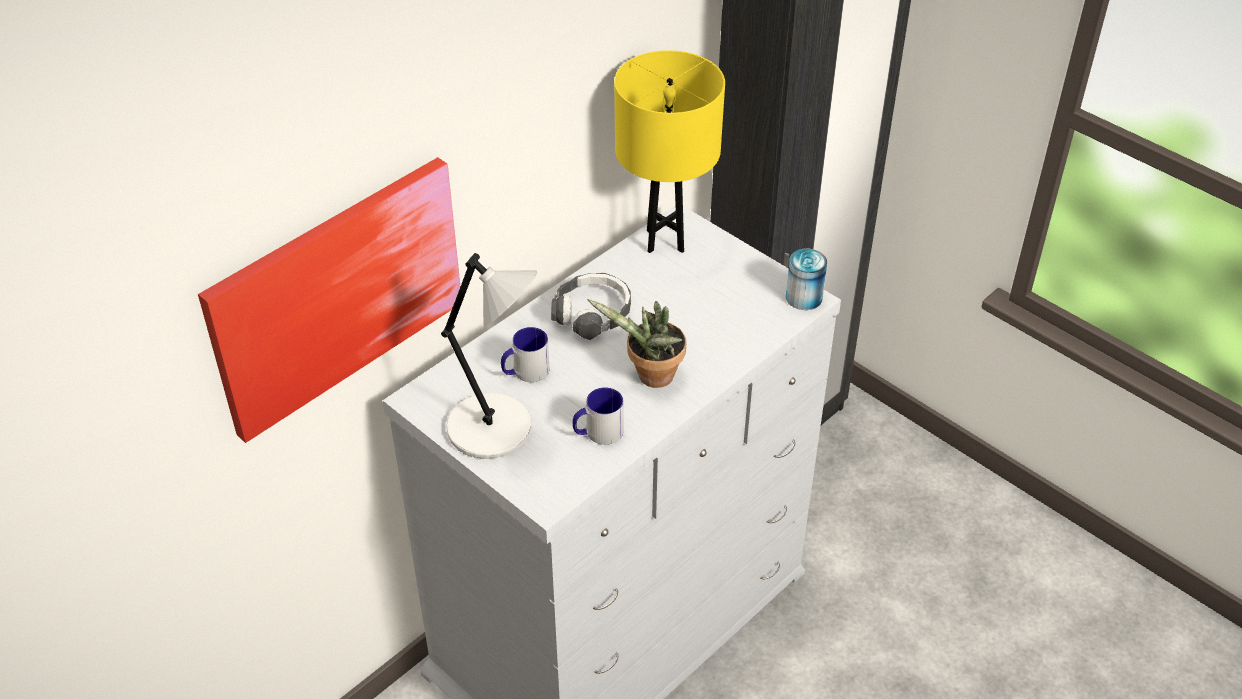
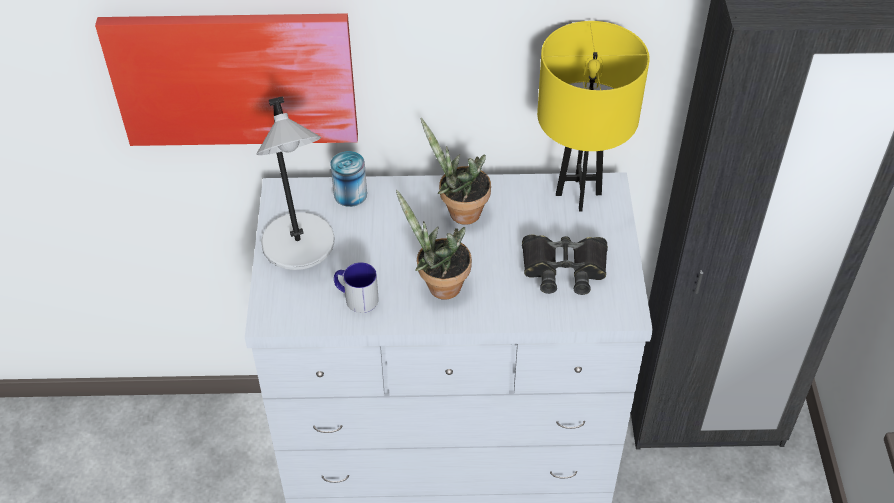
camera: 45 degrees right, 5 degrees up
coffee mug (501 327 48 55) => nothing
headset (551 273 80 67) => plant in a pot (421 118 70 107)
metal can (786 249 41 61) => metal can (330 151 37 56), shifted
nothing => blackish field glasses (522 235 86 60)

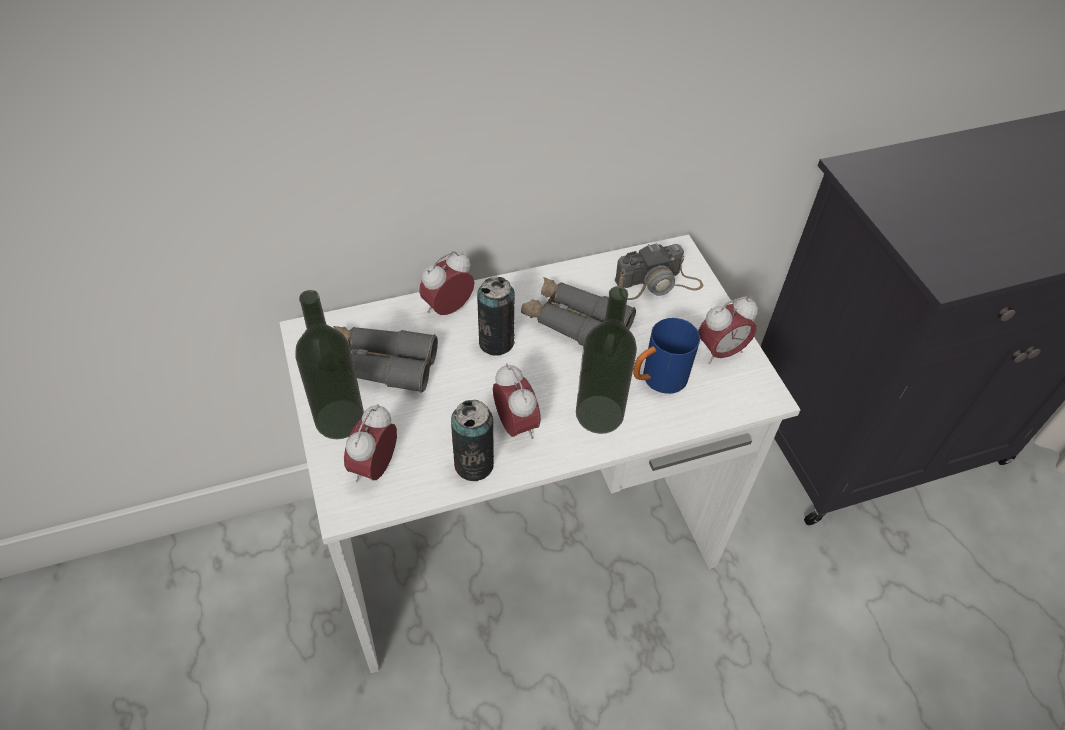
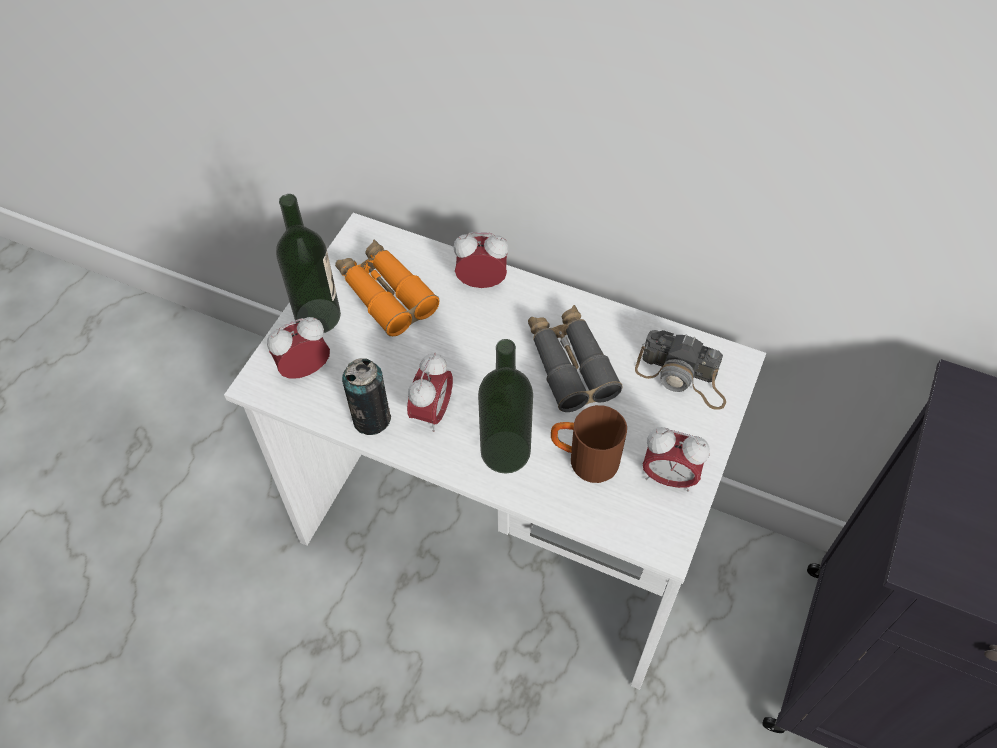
camera: 45 degrees right, 5 degrees up
grey field glasses (333 326 105 67) => orange field glasses (335 240 104 96)
metal can (477 276 38 80) => nothing
bluish coffee mug (633 318 67 76) => brownish coffee mug (551 405 76 78)

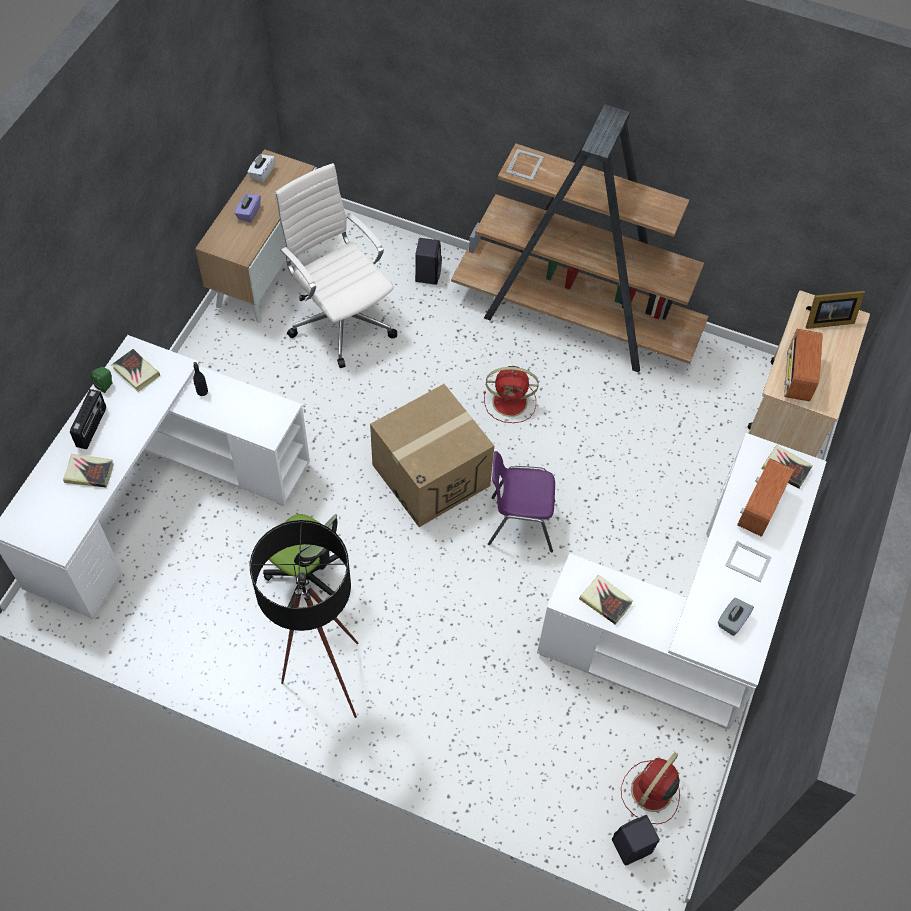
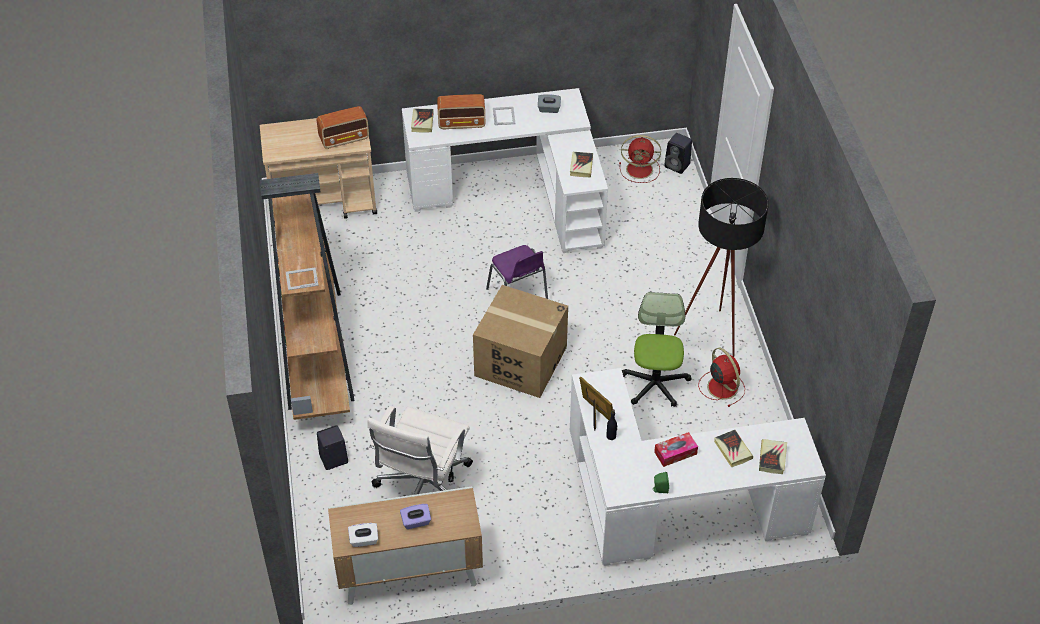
camera: 120 degrees left, 10 degrees down
radio set (70 389 36 60) => nothing
bound book (111 349 49 43) => bound book (759 439 28 35), shifted
red-coloured fan (484 366 55 57) => red-coloured fan (698 348 47 59), shifted
photo frame (806 291 59 38) => photo frame (579 377 34 54), shifted
nothing => tissue holder (654 432 44 35)

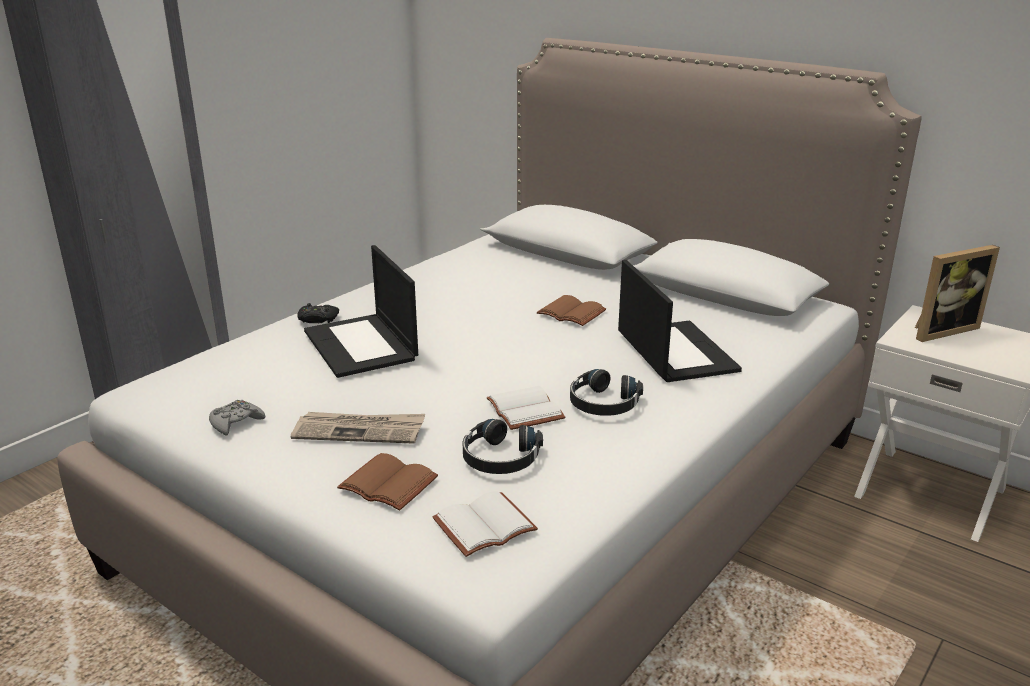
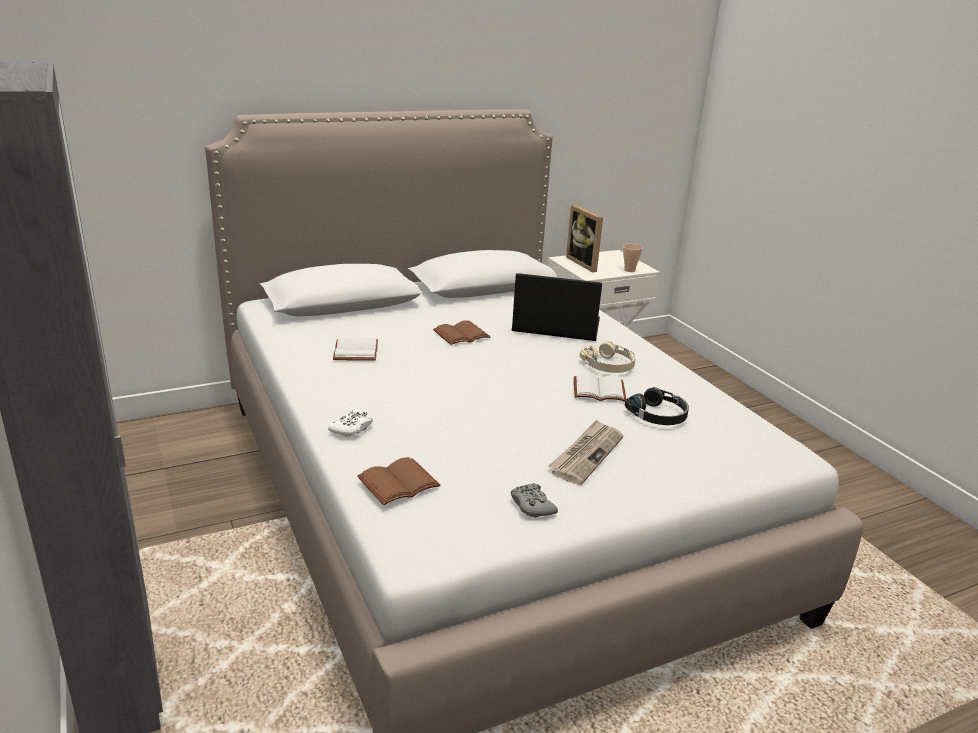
camera: 65 degrees left, 0 degrees up
blackish joypad (297 303 42 20) => white joypad (328 410 45 27)
laptop (304 245 114 133) => nothing
brownish bound book (337 453 101 58) => brownish bound book (358 457 82 48), shifted
white bound book (433 491 105 66) => white bound book (333 338 45 23), shifted
blackish headset (570 369 73 47) => beige-coloured headset (580 342 56 31)
photo frame (915 245 85 97) => photo frame (566 205 37 67), 150 degrees clockwise
nothing => cup (623 244 20 28)

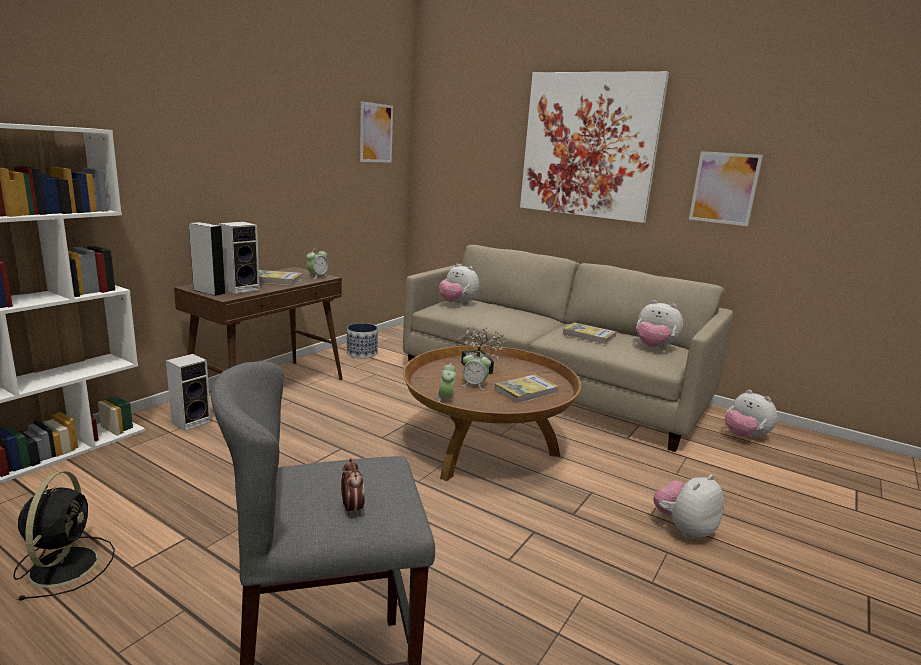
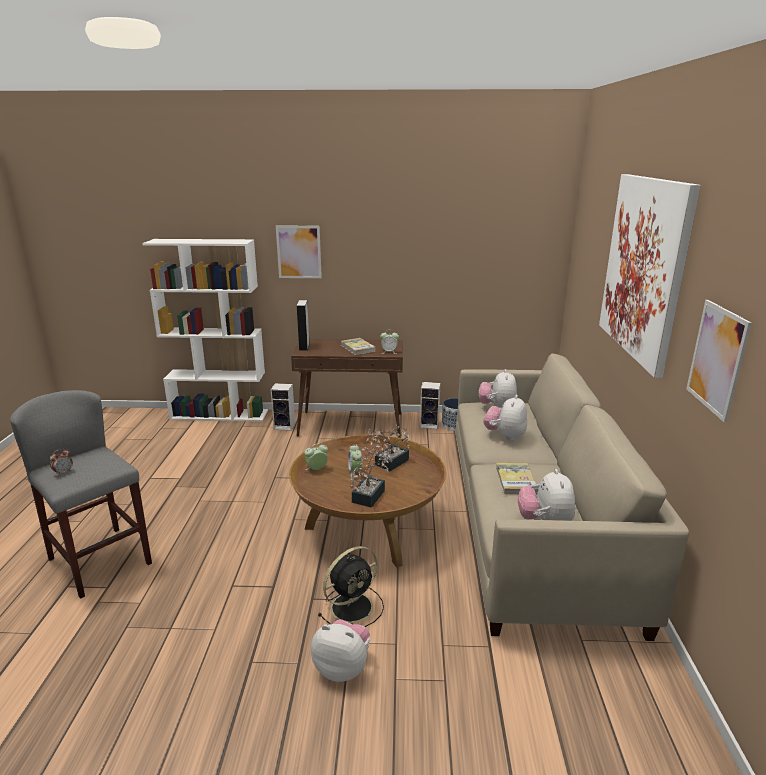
camera: 60 degrees right, 5 degrees up
blackish fan (13 471 102 130) => blackish fan (318 546 66 81), shifted
audio speaker (218 222 42 72) => audio speaker (420 382 20 47), shifted
picture (360 101 33 62) => picture (276 226 46 52), shifted
bound book (495 374 64 30) => plant in a pot (350 445 42 63)
soft toy (725 390 52 49) => soft toy (483 395 44 46), shifted

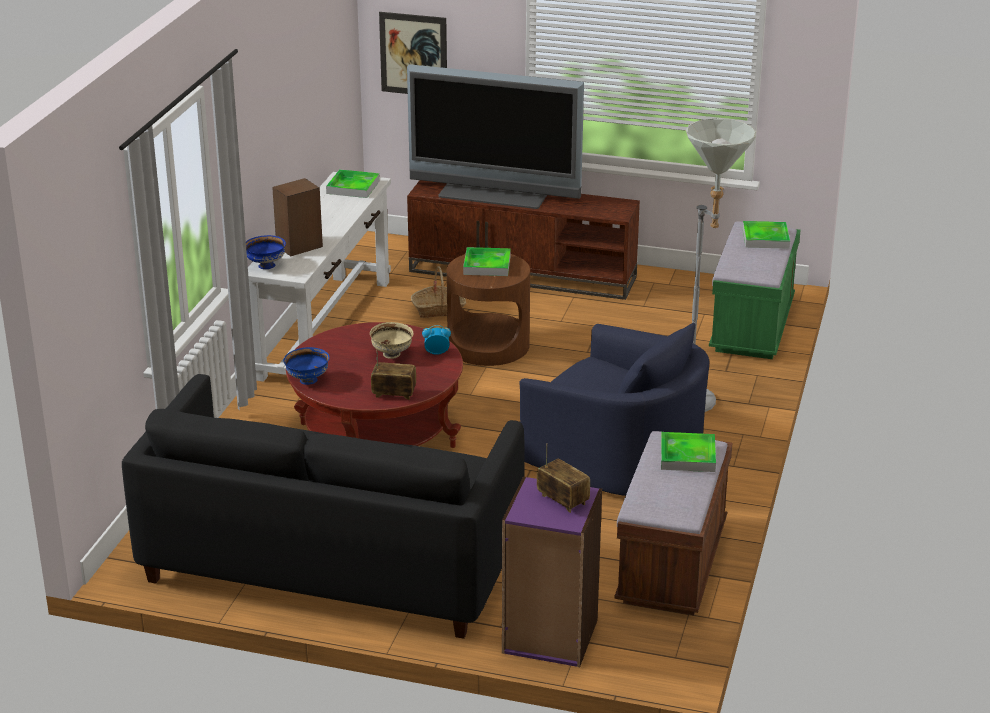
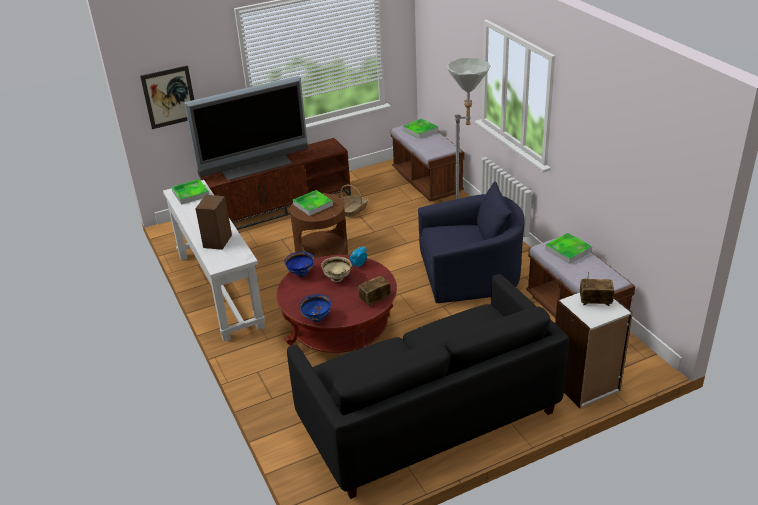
camera: 40 degrees left, 5 degrees up
bluish serving bowl (246 235 40 34) => bluish serving bowl (284 252 30 25), shifted
storage basket (411 266 55 52) => storage basket (341 185 28 33), shifted
purple-coloured shelving unit (502 476 100 191) => white shelving unit (555 293 78 115)
green indoor bench (709 222 92 137) => brownish indoor bench (391 124 73 78)

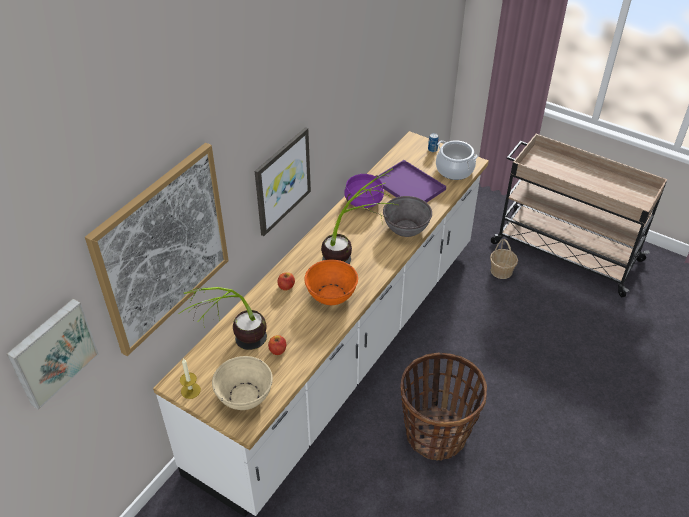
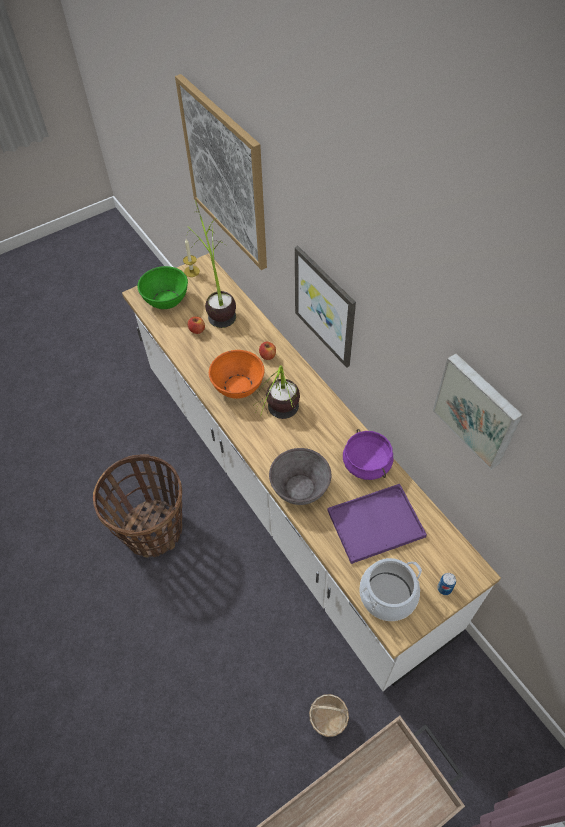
camera: 115 degrees right, 10 degrees up
picture (7 298 92 112) => picture (433 353 90 117), shifted
beige-coloured serving bowl (212 356 61 54) => green serving bowl (137 266 51 43)

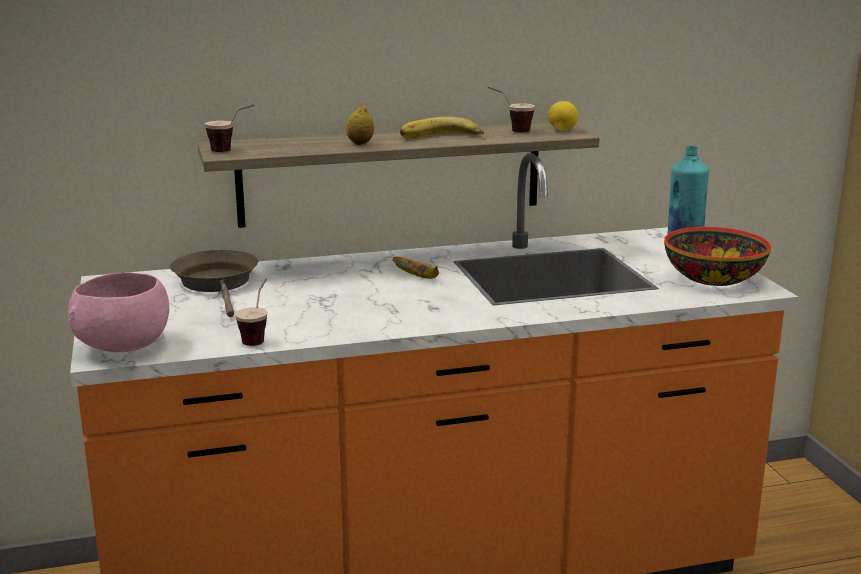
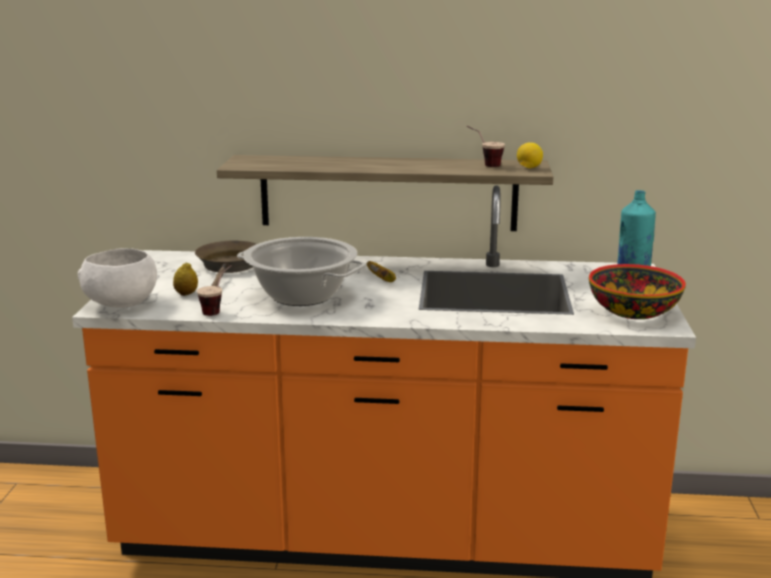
camera: 20 degrees right, 0 degrees up
pink serving bowl (68 272 101 80) => white serving bowl (77 248 80 60)
cup (205 104 50 48) => nothing
citrus fruit (346 105 28 40) => citrus fruit (173 262 25 34), shifted
banana fruit (400 117 84 22) => nothing
nothing => saucepot (237 237 129 69)

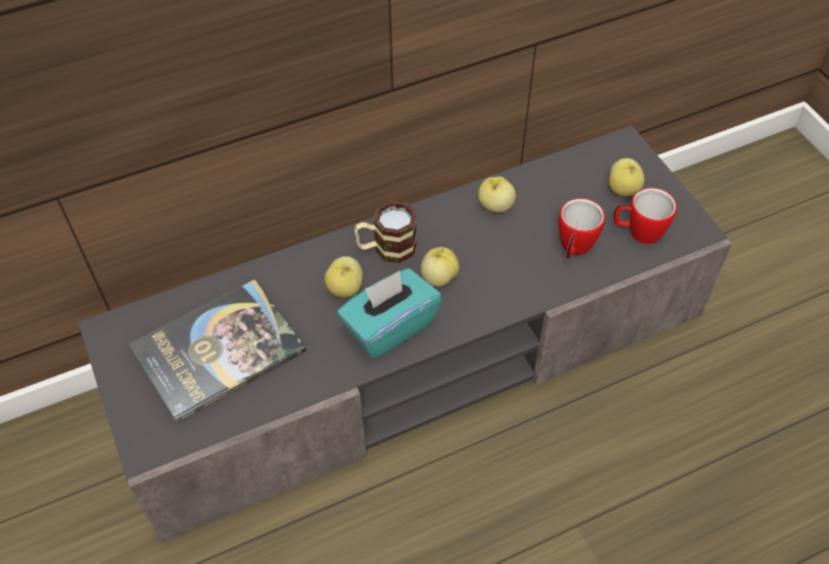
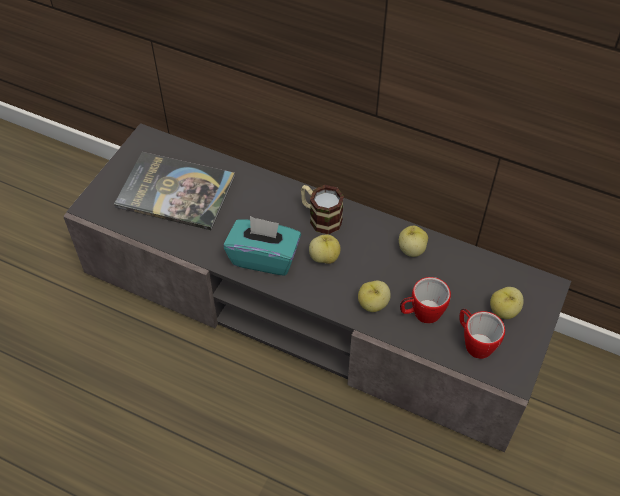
camera: 50 degrees right, 0 degrees up
apple fruit (325 256 38 41) => apple fruit (358 281 33 31), shifted

